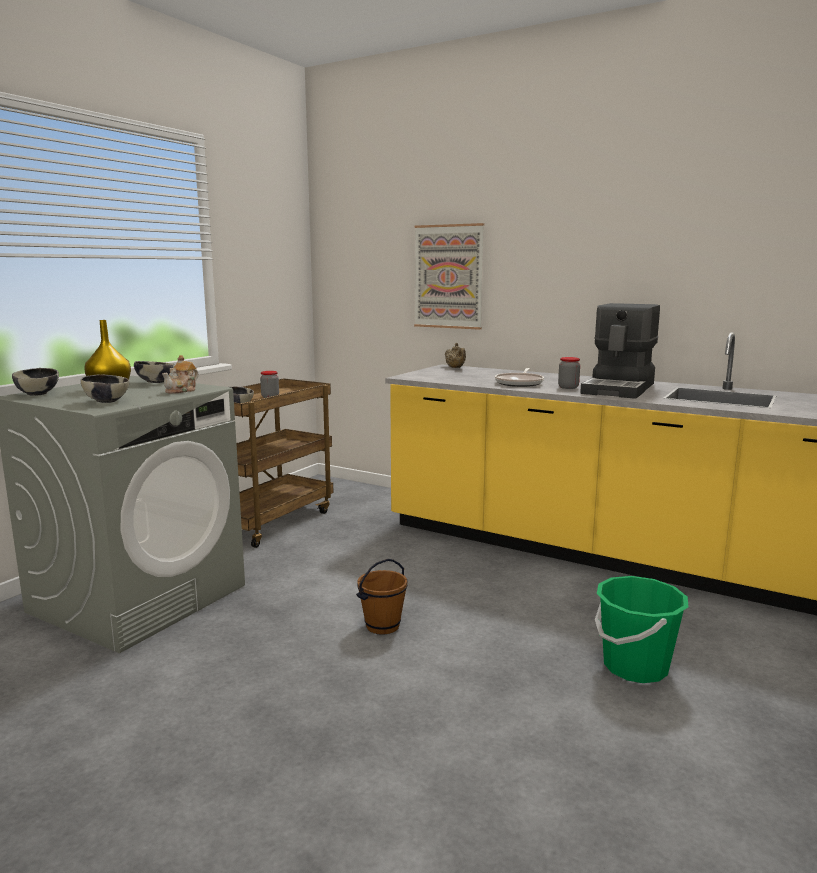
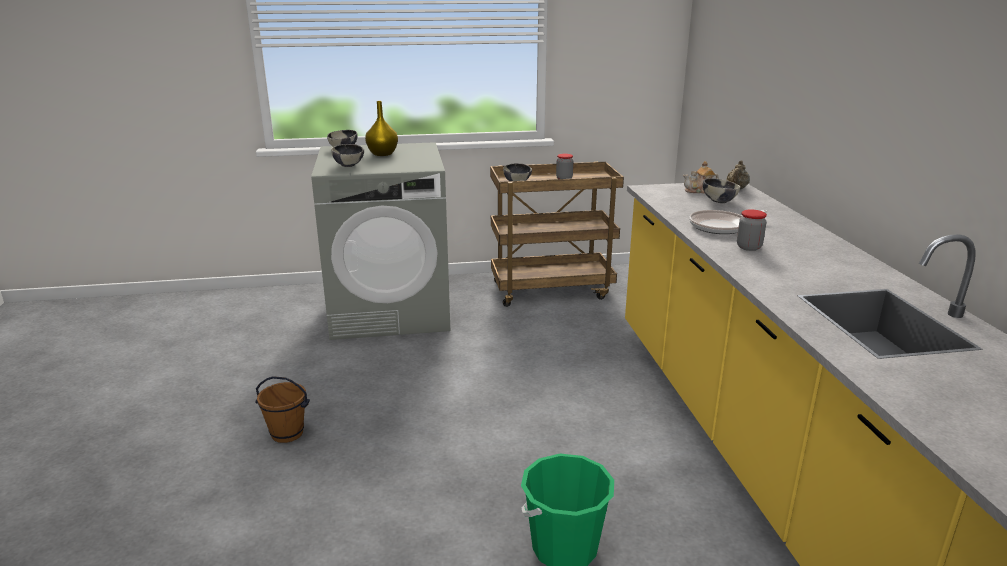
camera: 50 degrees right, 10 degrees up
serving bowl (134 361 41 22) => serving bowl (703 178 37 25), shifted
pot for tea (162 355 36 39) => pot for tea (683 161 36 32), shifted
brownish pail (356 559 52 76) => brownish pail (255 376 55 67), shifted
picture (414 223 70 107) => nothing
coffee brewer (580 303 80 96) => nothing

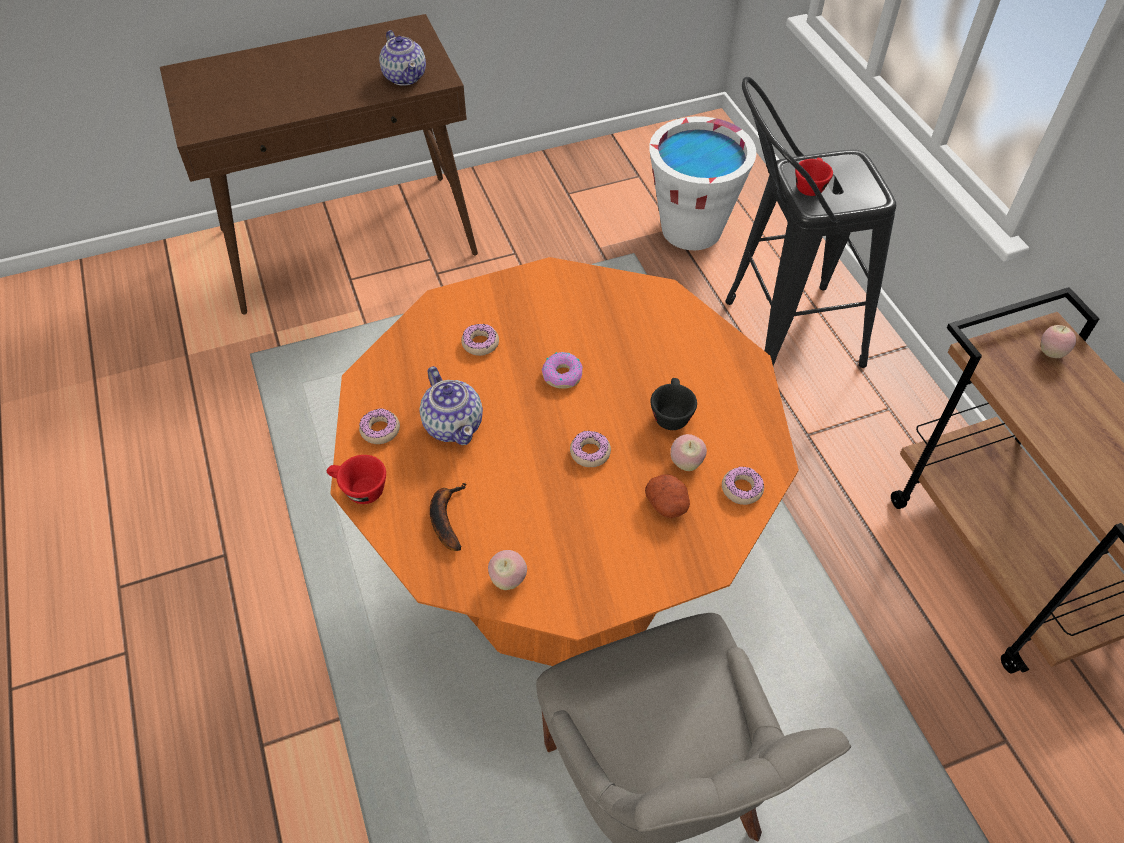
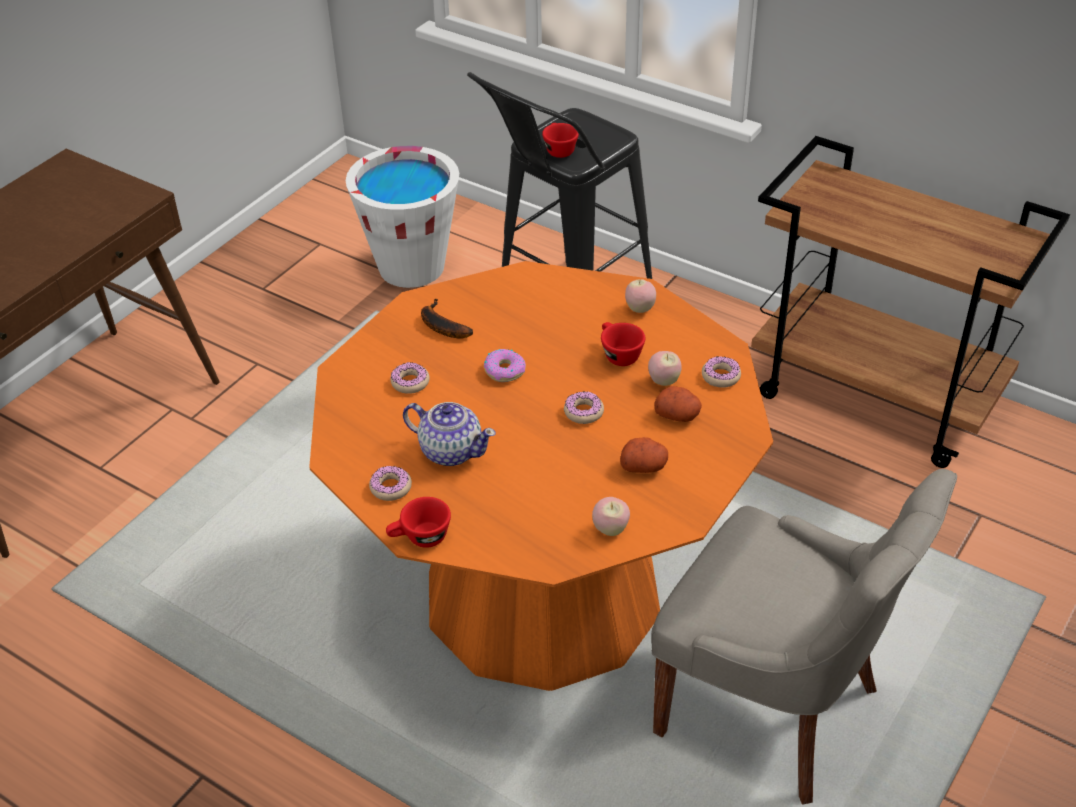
camera: 35 degrees left, 10 degrees down
pot for tea (379 30 47 56) => nothing
banana fruit (430 483 37 68) => banana fruit (421 298 52 41), shifted
blackish cup (651 378 46 52) => red-coloured cup (601 322 44 44)
apple fruit (1041 325 35 33) => apple fruit (625 279 31 34), shifted
nothing => whole potato (620 437 48 36)

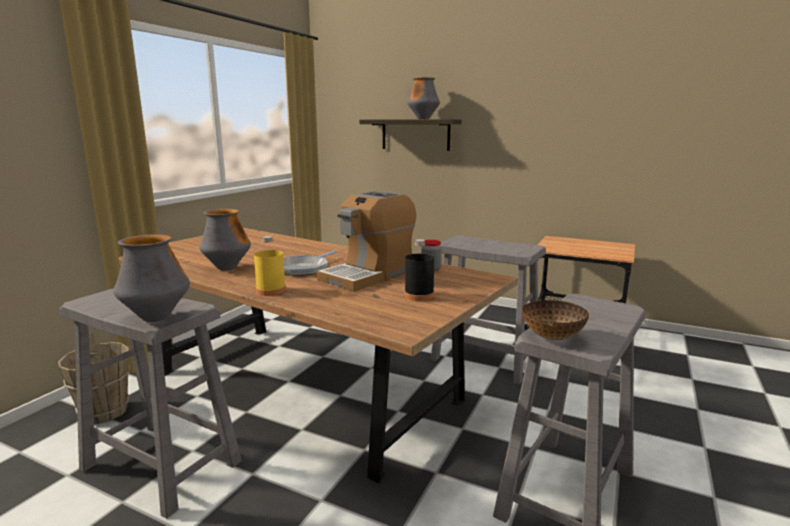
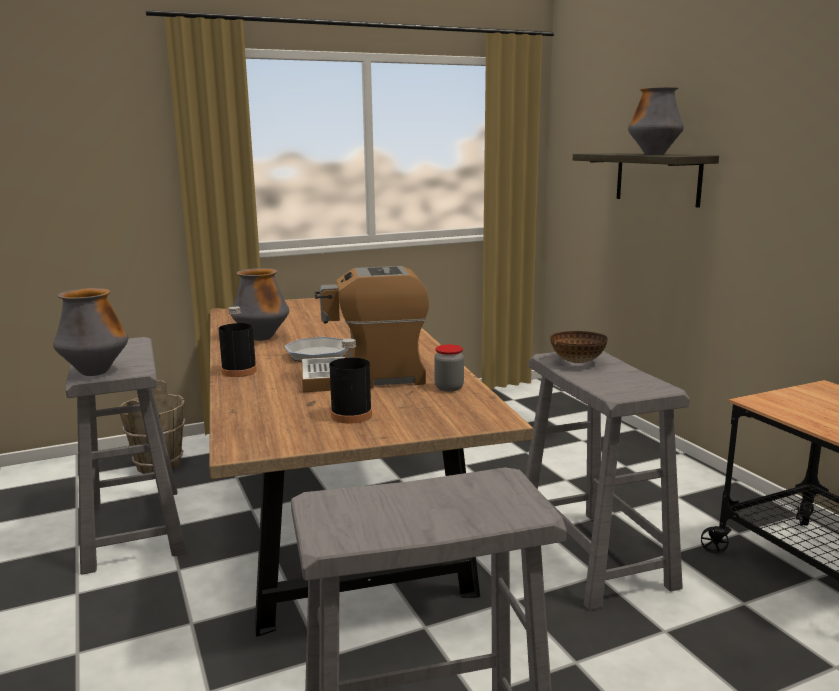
camera: 40 degrees right, 0 degrees up
yellow beverage bottle (254 236 32 60) => blackish beverage bottle (219 306 38 71)
serving bowl (522 300 67 40) => serving bowl (550 331 58 32), shifted

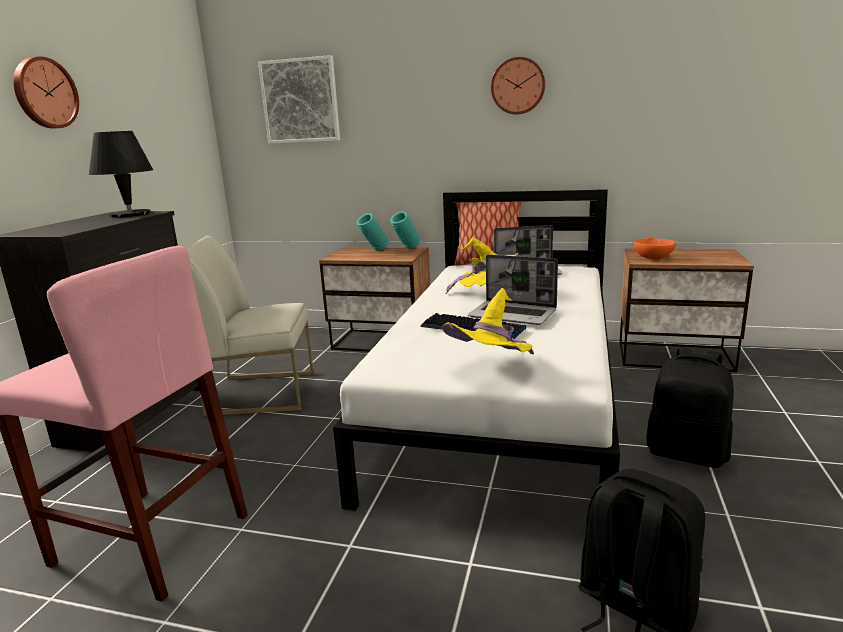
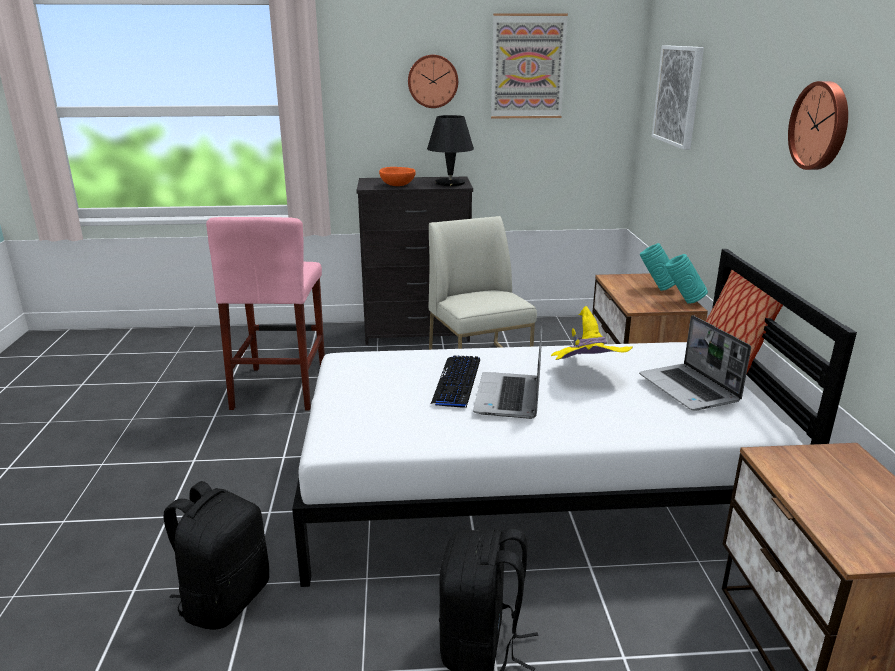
camera: 70 degrees right, 5 degrees up
yellow hat (441 288 93 66) => nothing
orange serving bowl (634 238 42 21) => orange serving bowl (379 167 36 19), shifted
nothing => picture (491 13 77 106)

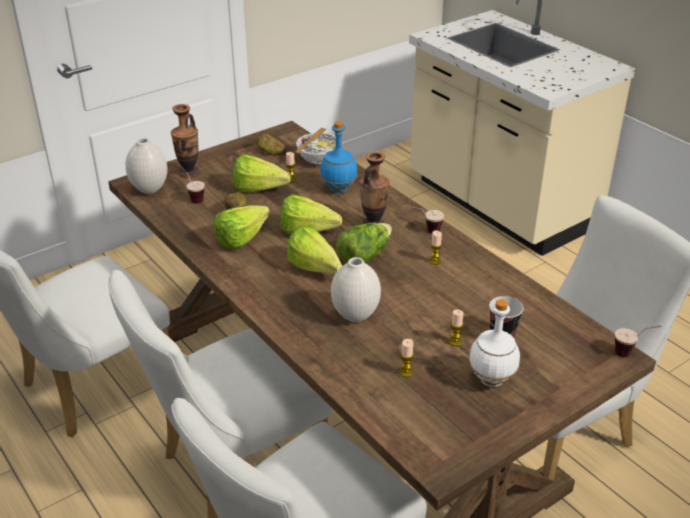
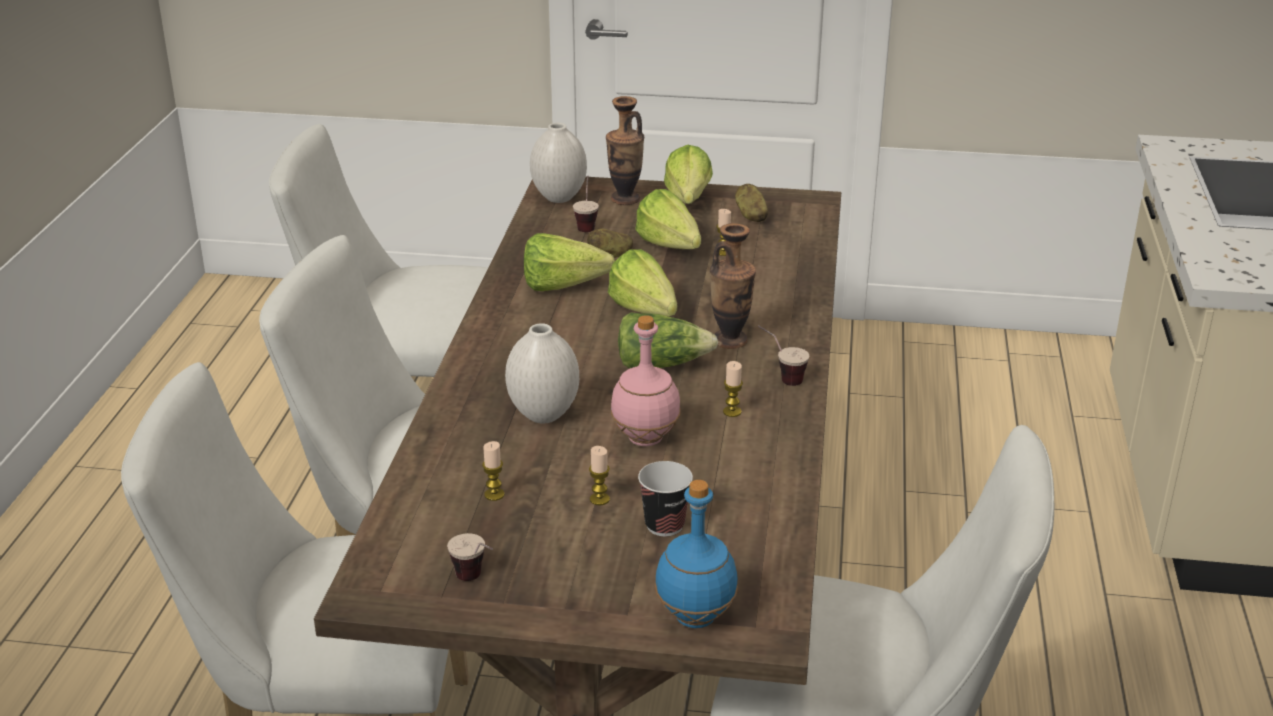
camera: 45 degrees right, 5 degrees down
lettuce head (287 226 55 48) => lettuce head (664 145 49 59), shifted
serving bowl (295 128 48 37) => nothing
bluish beverage bottle (320 121 38 72) => bluish beverage bottle (655 480 83 148), shifted
white beverage bottle (469 299 51 88) => nothing
cup (615 326 46 31) => cup (447 533 46 48), shifted
nothing => pink beverage bottle (611 315 70 131)

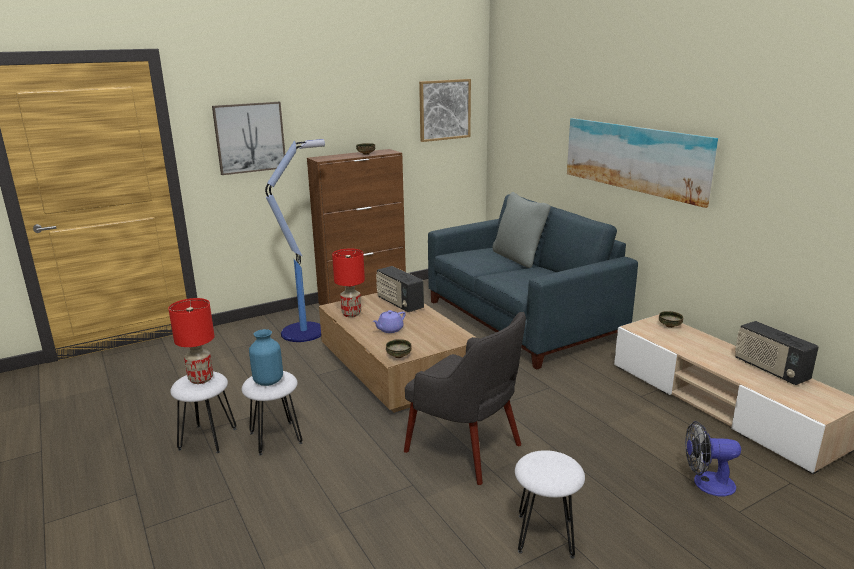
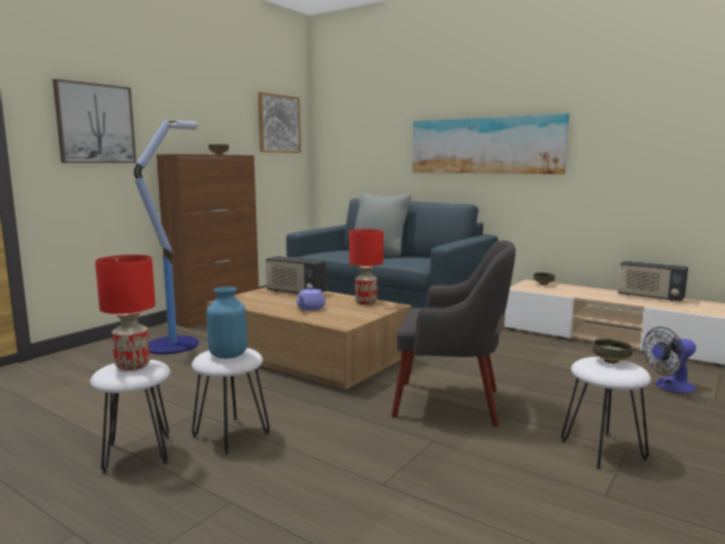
camera: 25 degrees left, 10 degrees down
red-coloured tabletop lamp (332 248 33 69) => red-coloured tabletop lamp (349 229 34 76), shifted
serving bowl (386 339 26 19) => serving bowl (592 339 41 25), shifted

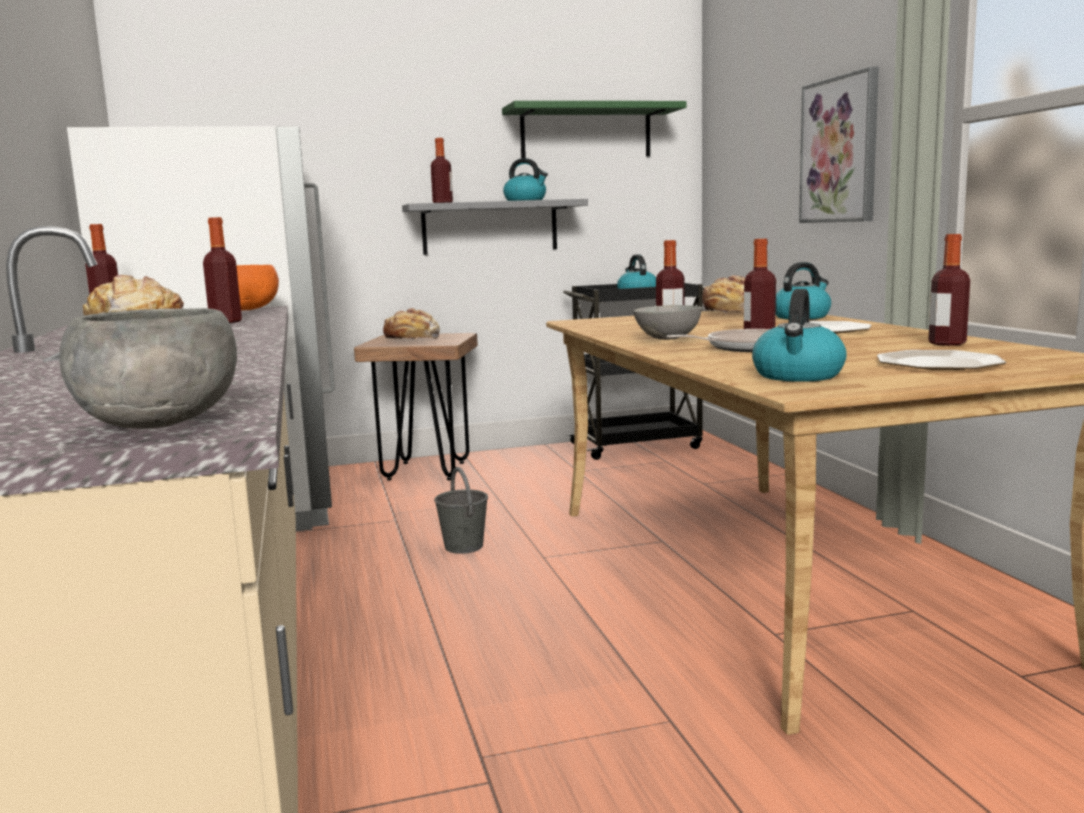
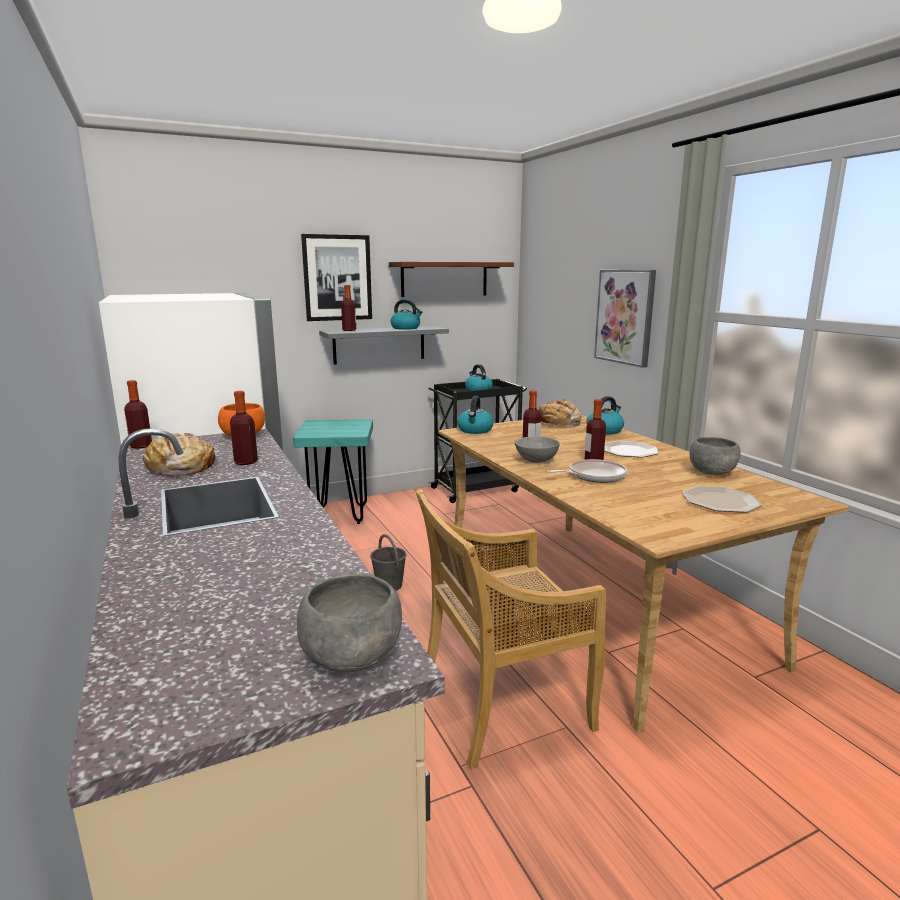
camera: 10 degrees left, 5 degrees up
brownish stool (354 333 124 148) => turquoise stool (293 419 80 105)
baked bread (378 308 62 32) => nothing
green shelf (502 101 184 57) => brownish shelf (389 262 125 35)
tea kettle (752 289 95 93) => tea kettle (457 396 37 38), shifted
beverage bottle (928 234 42 112) => grey serving bowl (689 437 52 38)
nothing => picture (301 234 71 87)
nothing => beige-coloured plain chair (416 489 190 279)

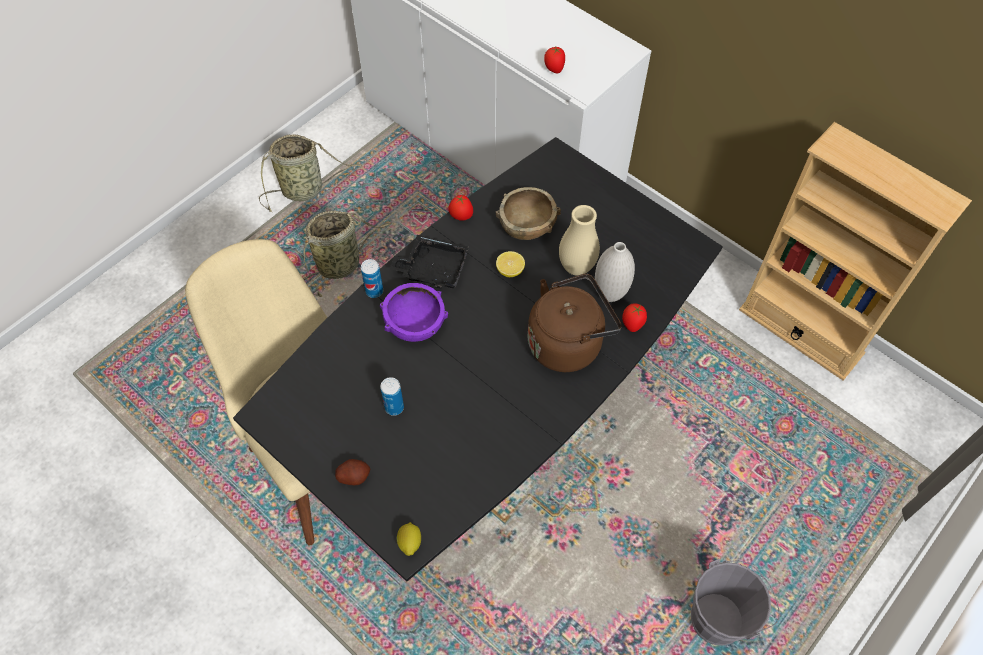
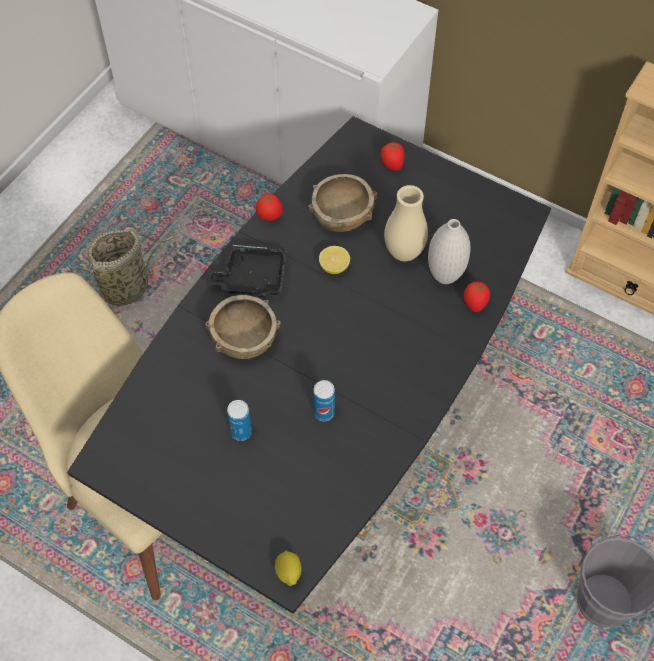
camera: 10 degrees left, 0 degrees up
storage basket (259 134 103 78) => nothing
whole potato (335 459 35 26) => nothing
metal can (361 259 22 39) => metal can (313 380 22 41), shifted
purple-coloured serving bowl (380 283 68 59) => brownish serving bowl (205 295 76 64)
brownish tea kettle (528 273 94 99) => nothing
tomato (544 46 21 27) => tomato (380 142 25 29), shifted

